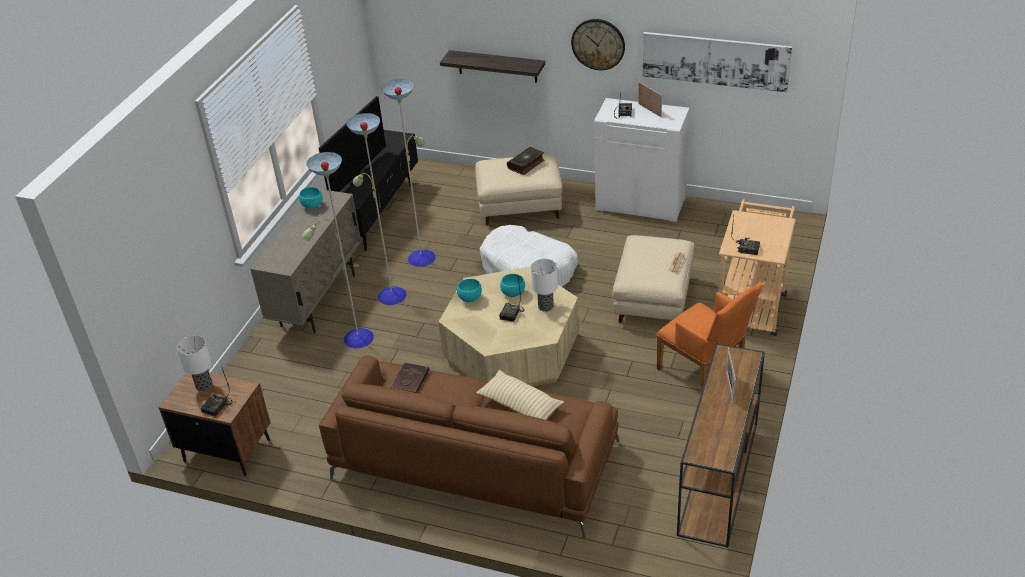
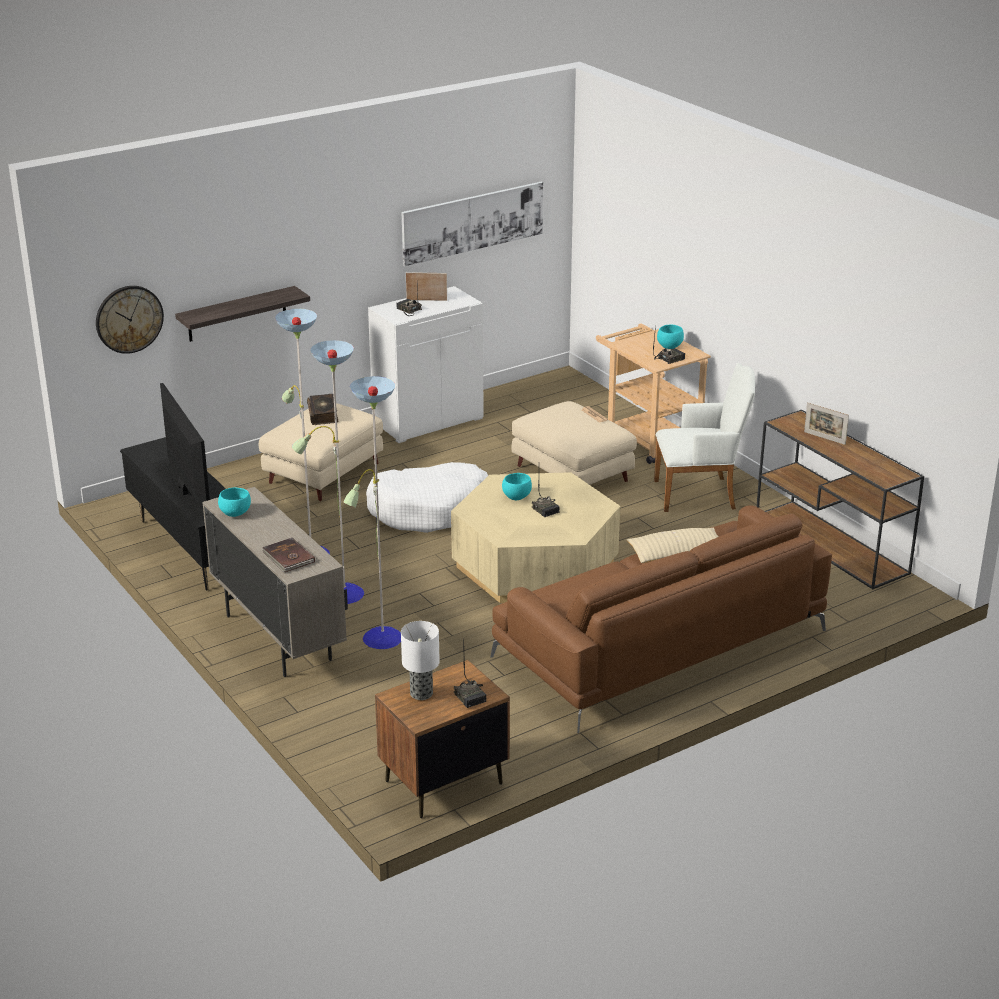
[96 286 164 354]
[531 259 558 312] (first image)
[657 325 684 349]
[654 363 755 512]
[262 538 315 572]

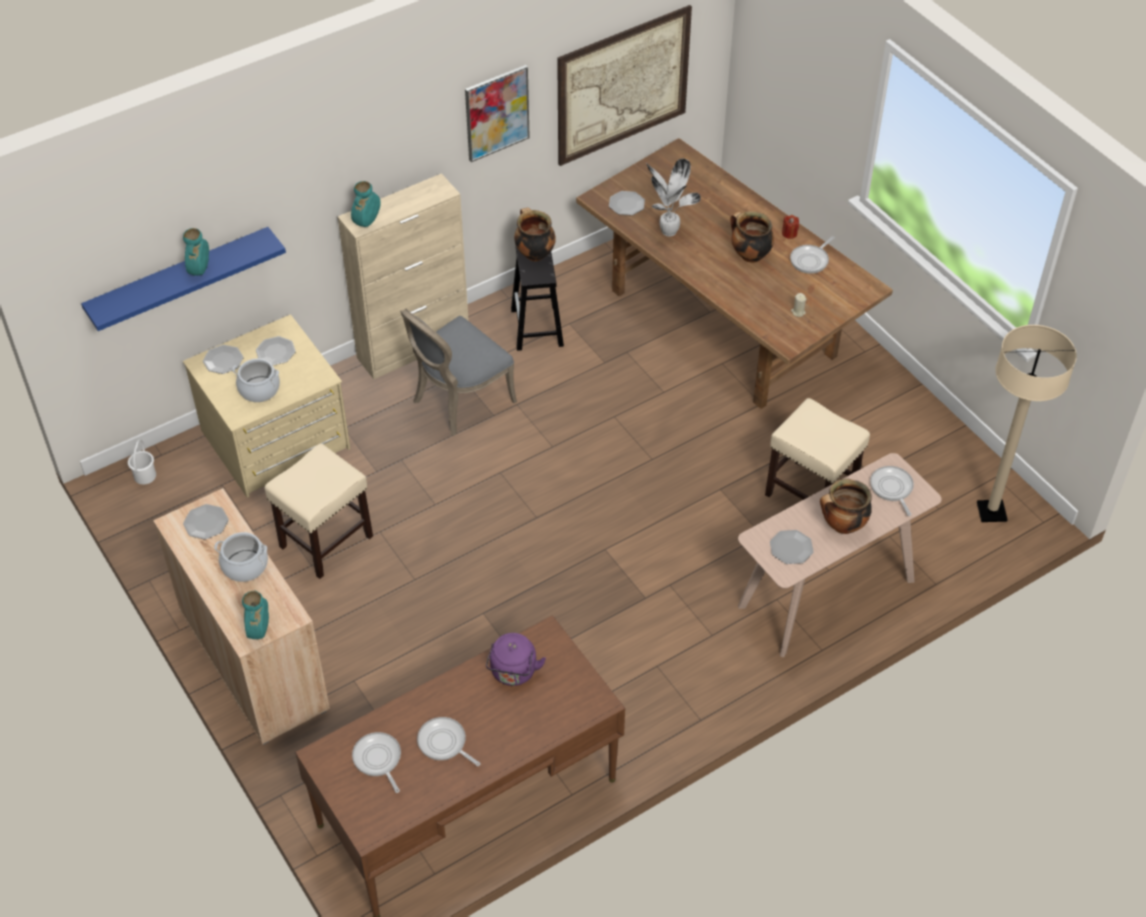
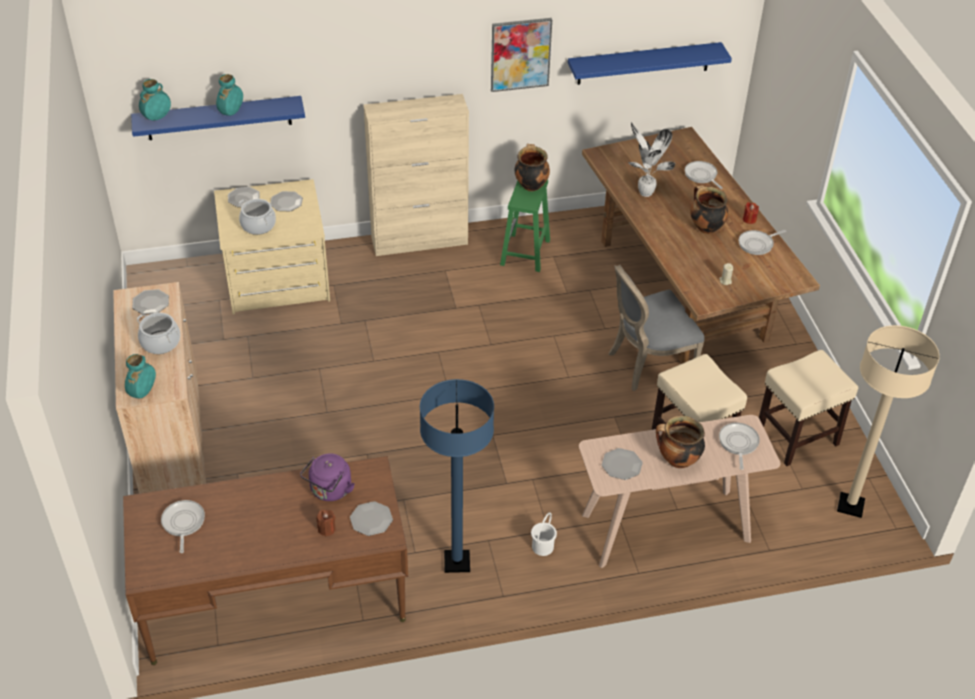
[568 42 732 85]
[139 79 171 121]
[350 501 393 536]
[500 179 550 272]
[609 265 705 391]
[531 512 557 556]
[759 350 858 466]
[685 161 723 189]
[420 379 494 573]
[316 510 335 536]

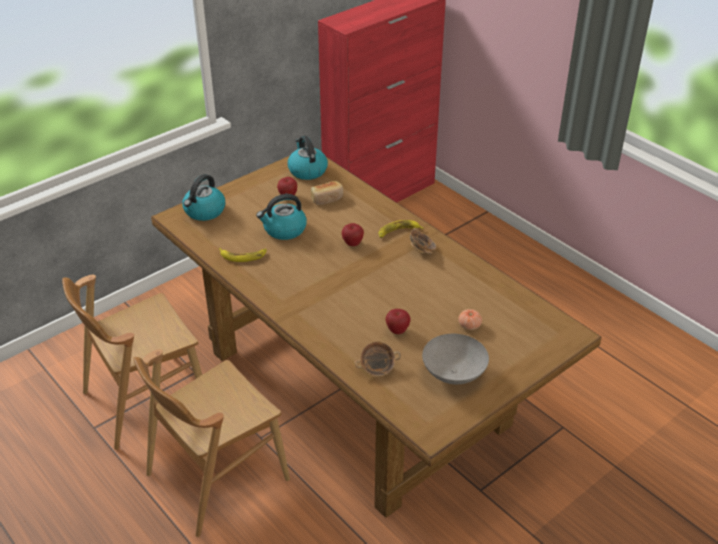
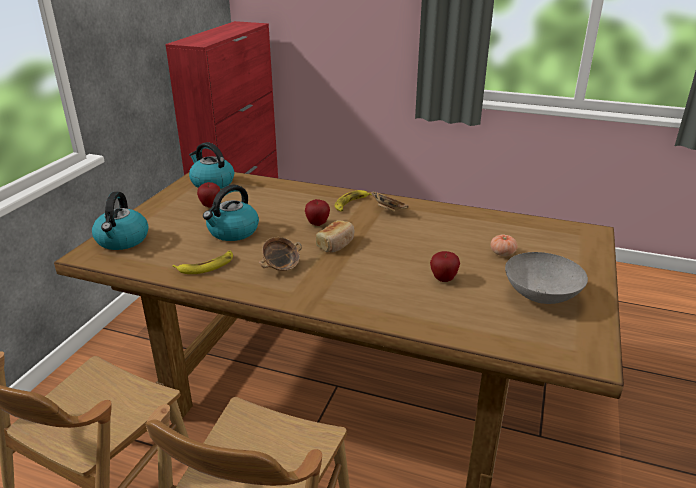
[316 221 354 253]
[259 237 302 271]

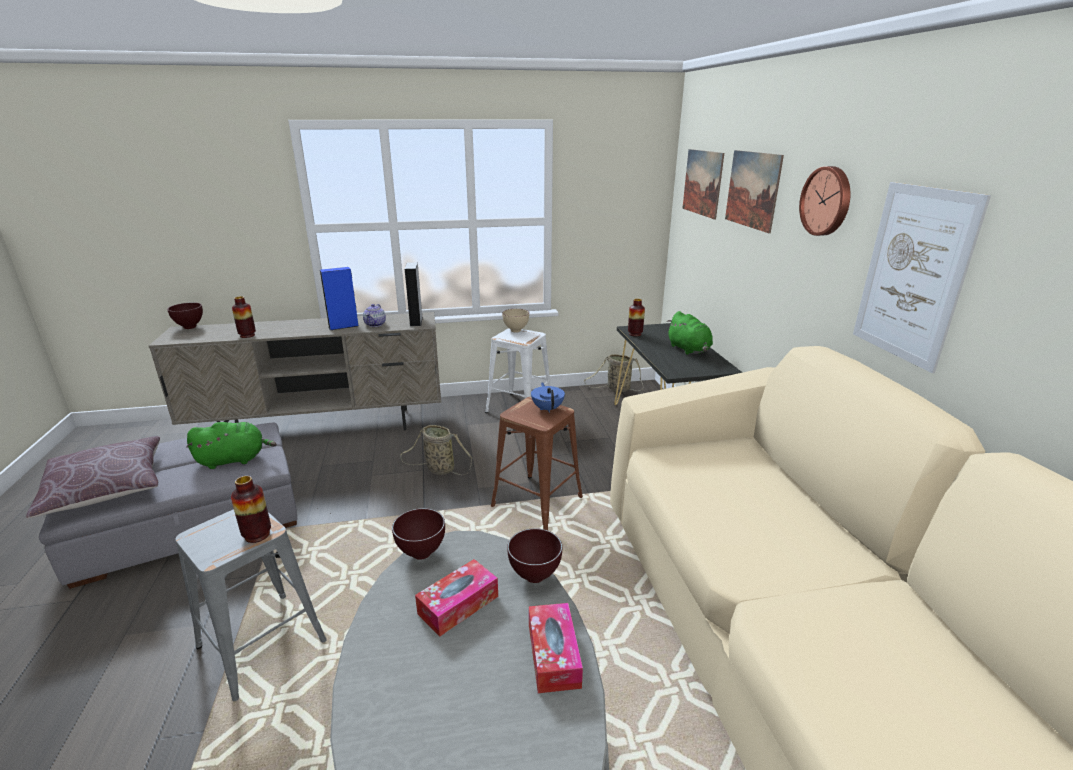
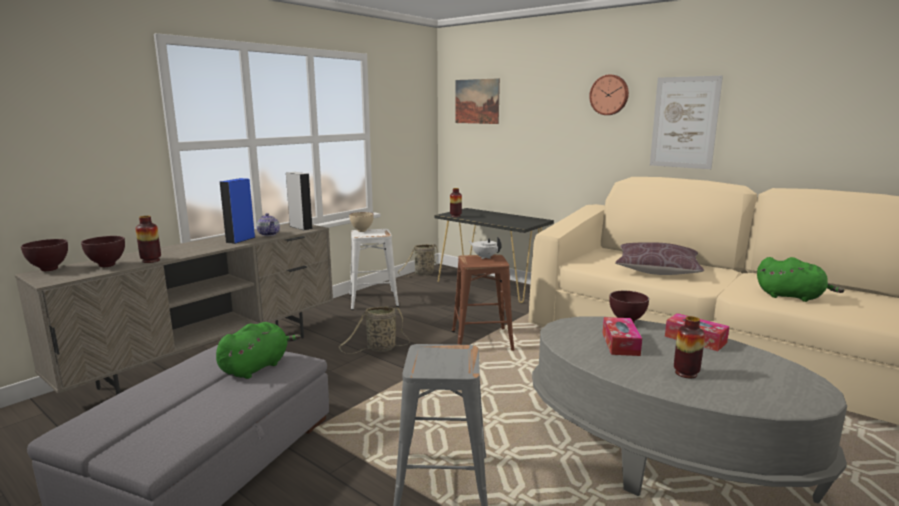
[725 150 784 233] (first image)
[757 257 844 302]
[469 237 502 259]
[615 242 704 275]
[674 316 705 378]
[81 236 125 267]

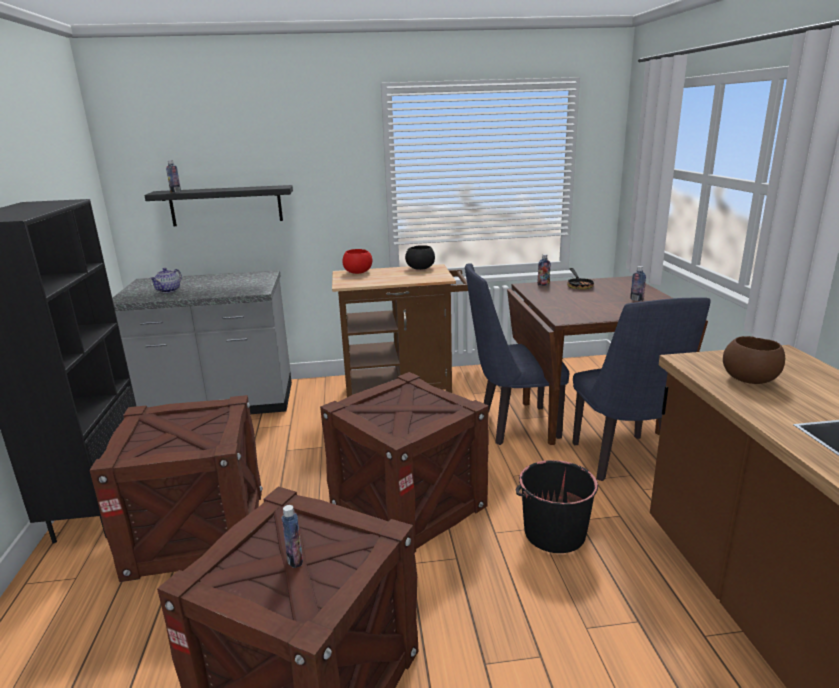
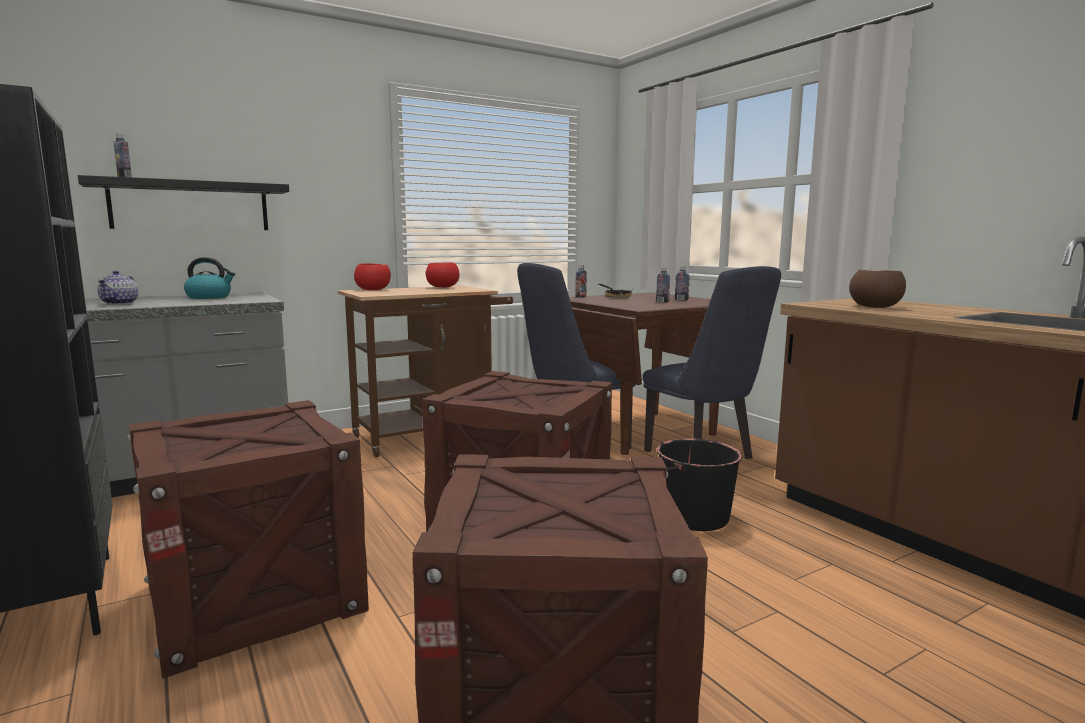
[426 263 460 287]
[656 267 670 303]
[184 257 235 299]

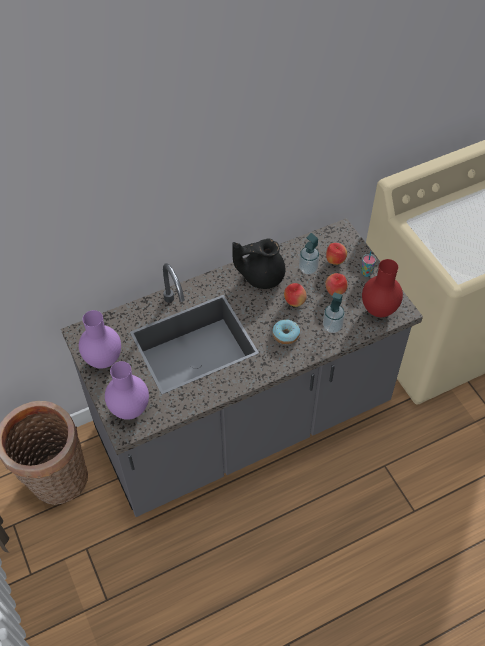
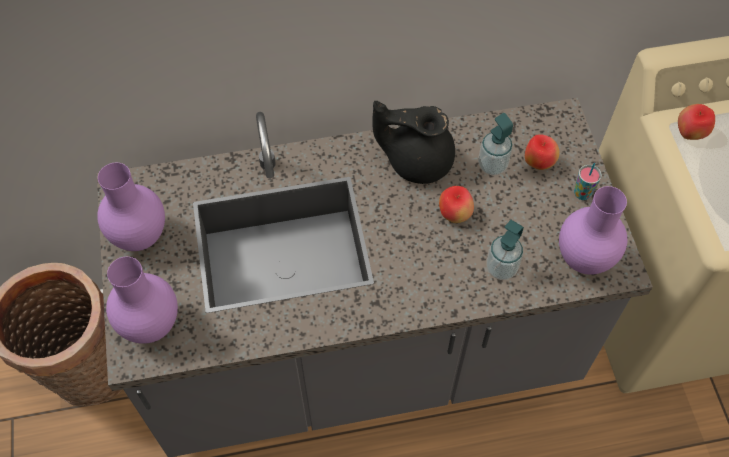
[559 186 627 275]
[678 104 715 140]
[272 319 300 344] (first image)

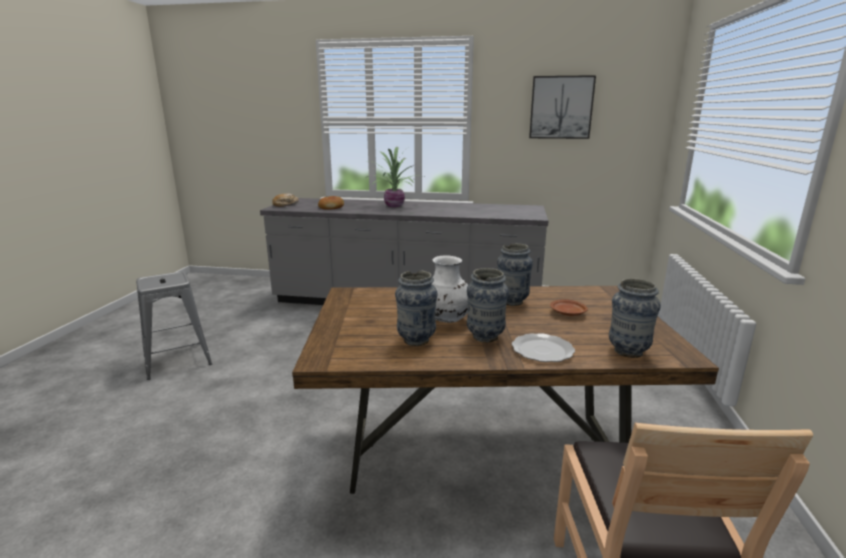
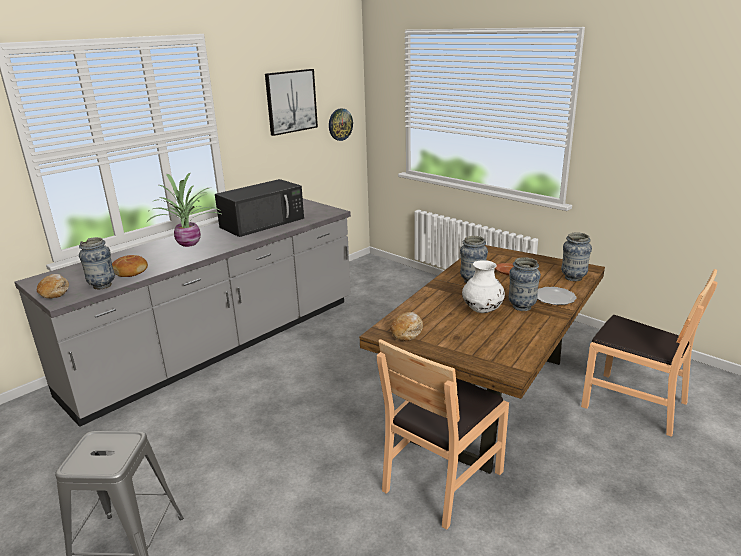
[79 237 115 290]
[329 108 353 141]
[215 179 304 237]
[390 312 423 341]
[377 339 509 530]

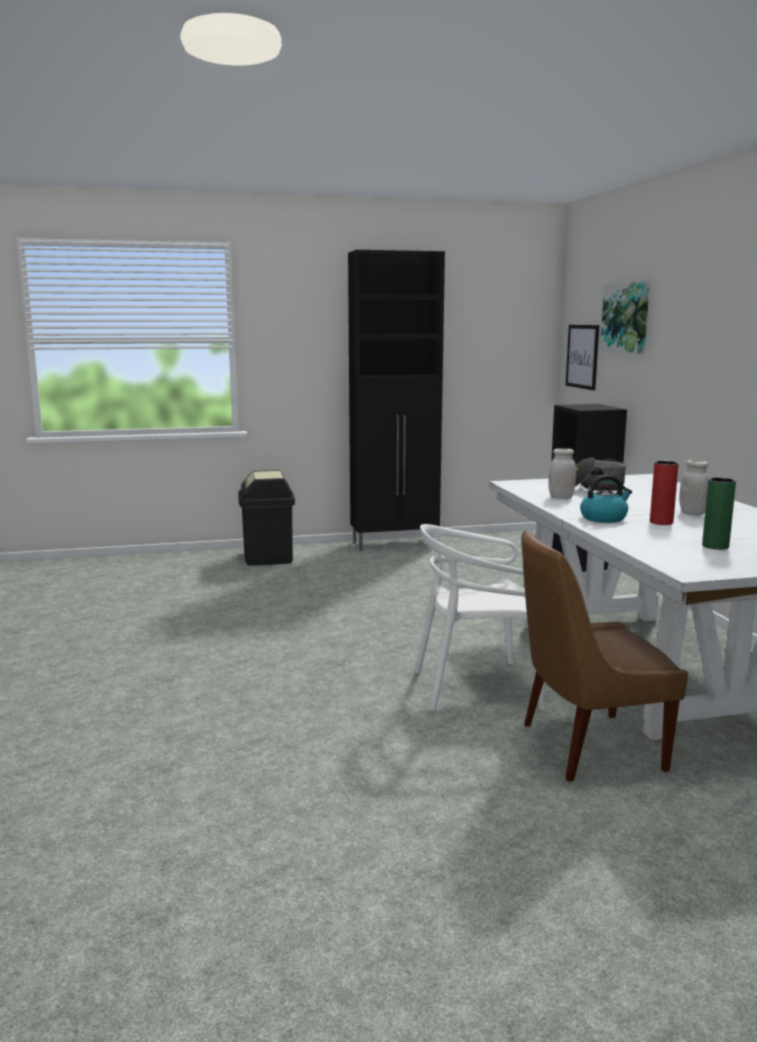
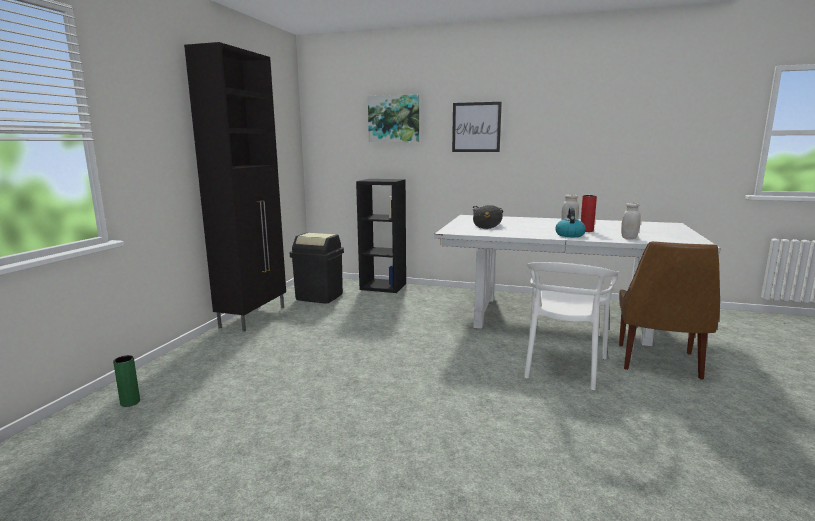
[452 102 502 152]
[621 202 641 239]
[290 233 344 303]
[113 355 140 407]

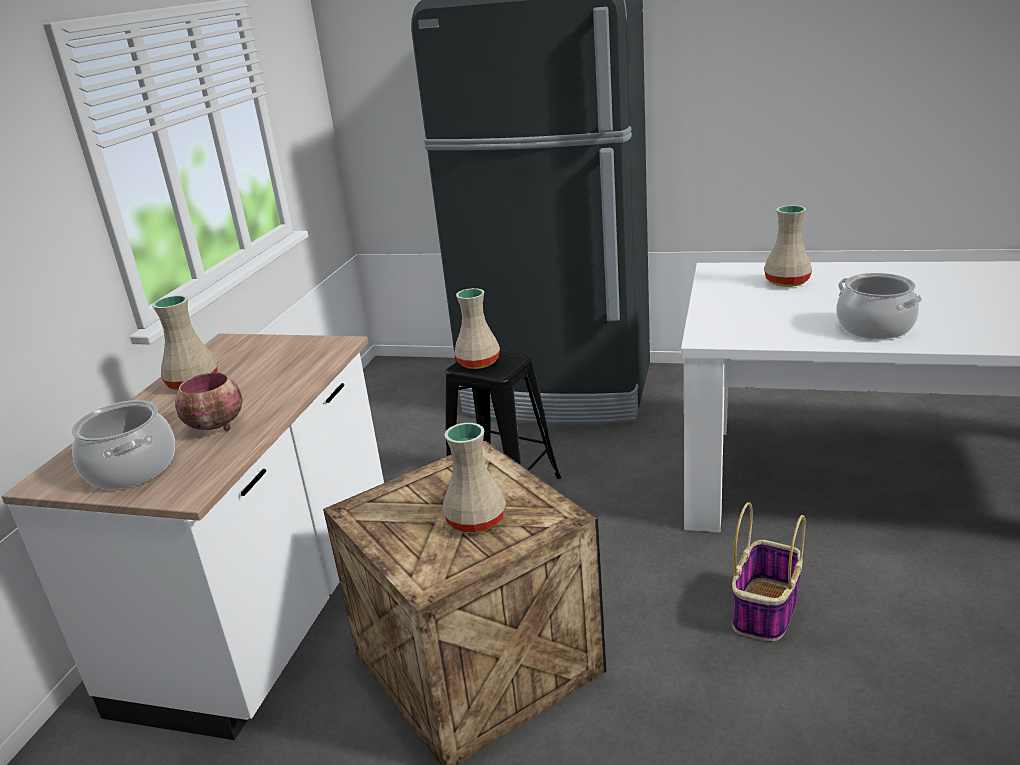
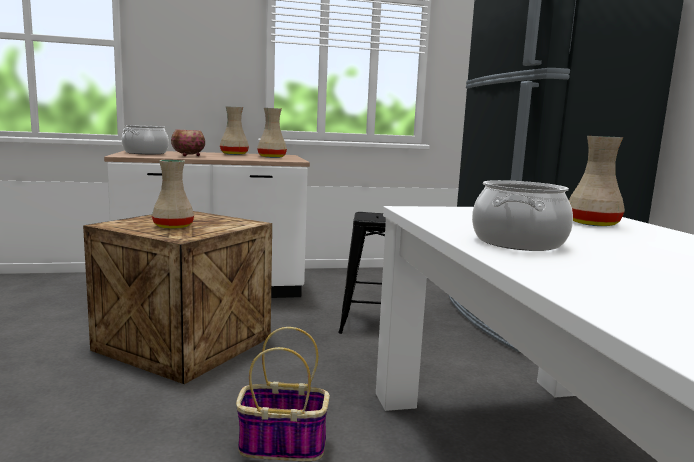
[257 108 287 158]

